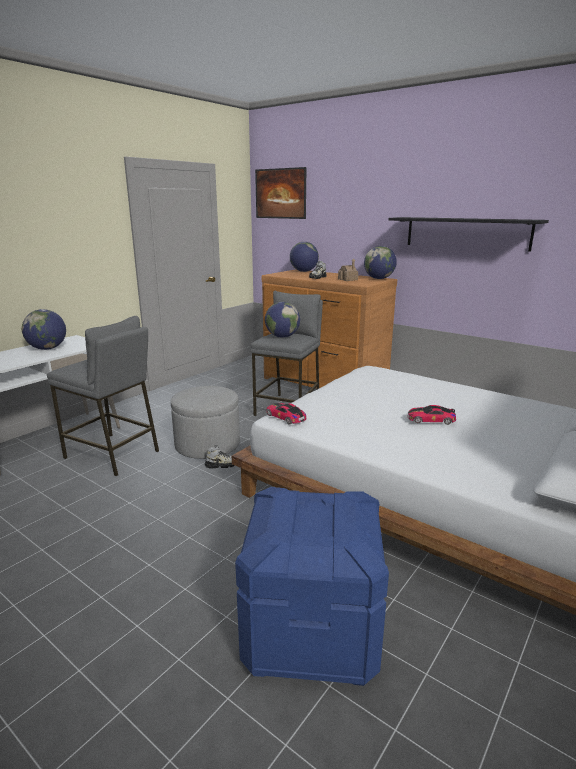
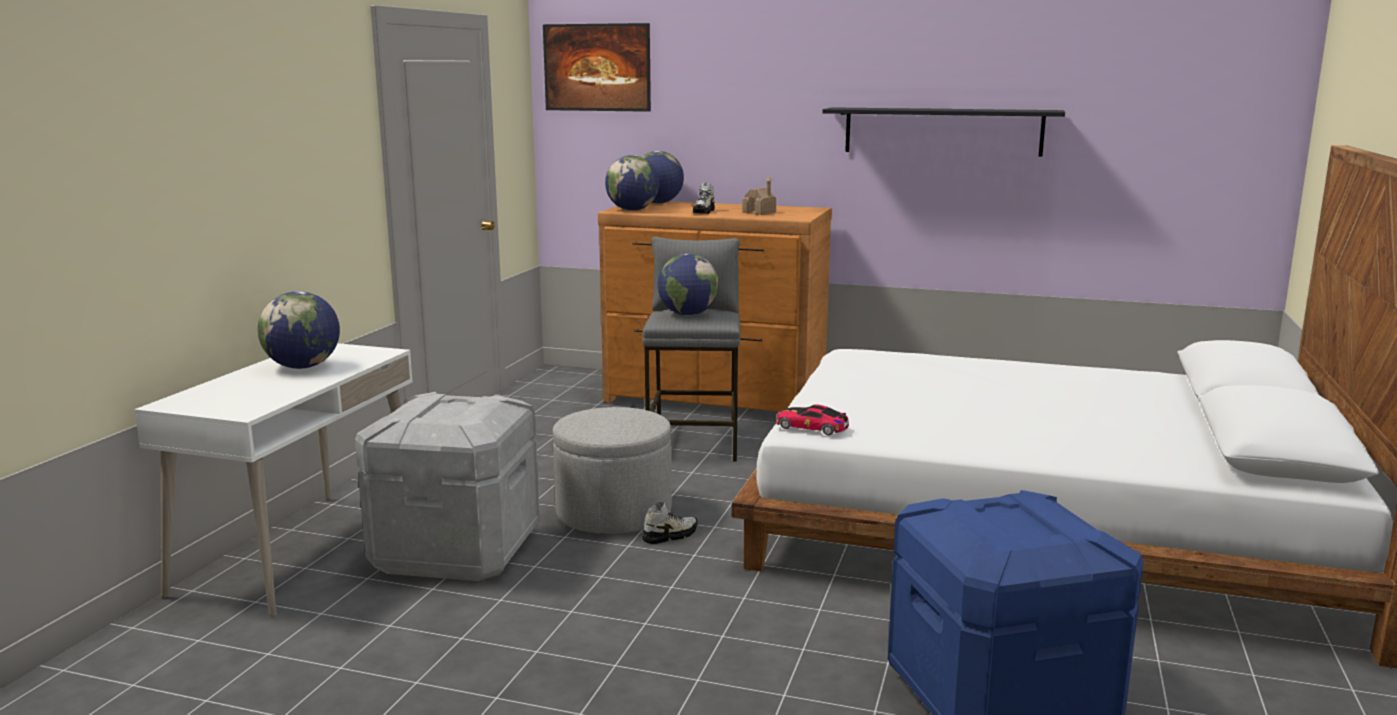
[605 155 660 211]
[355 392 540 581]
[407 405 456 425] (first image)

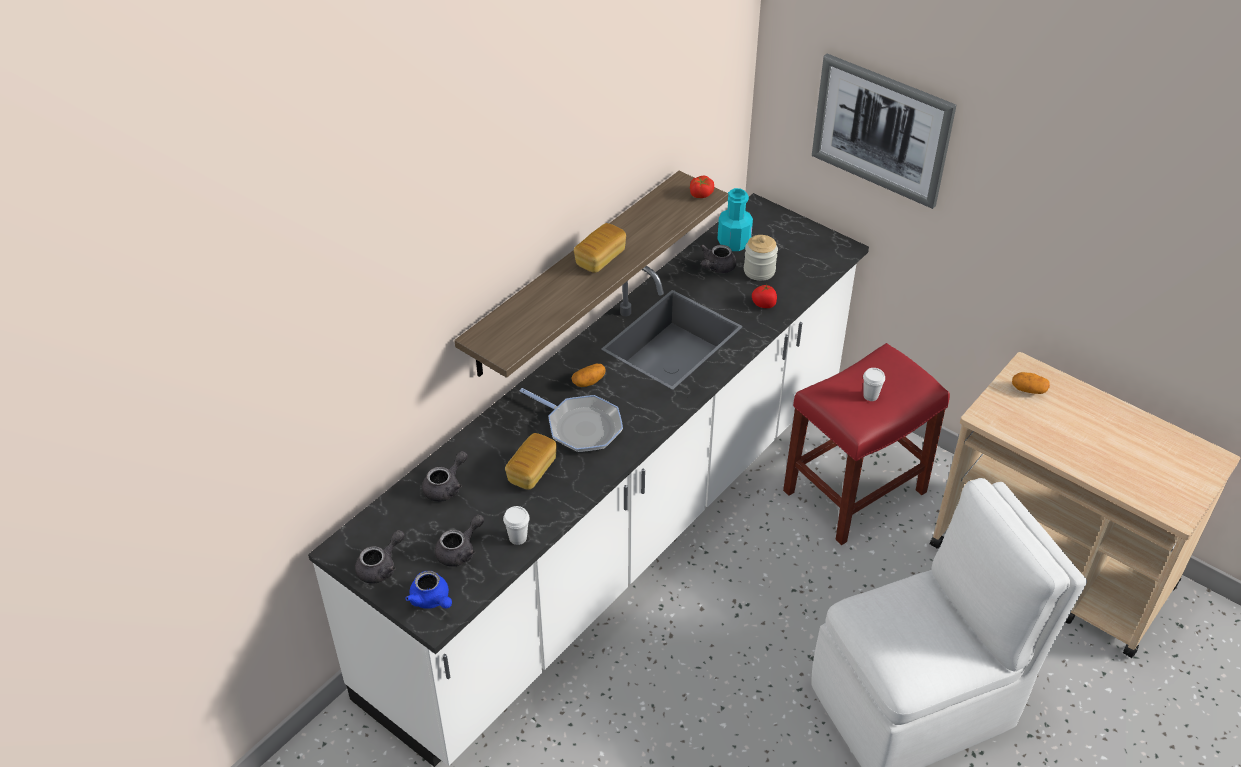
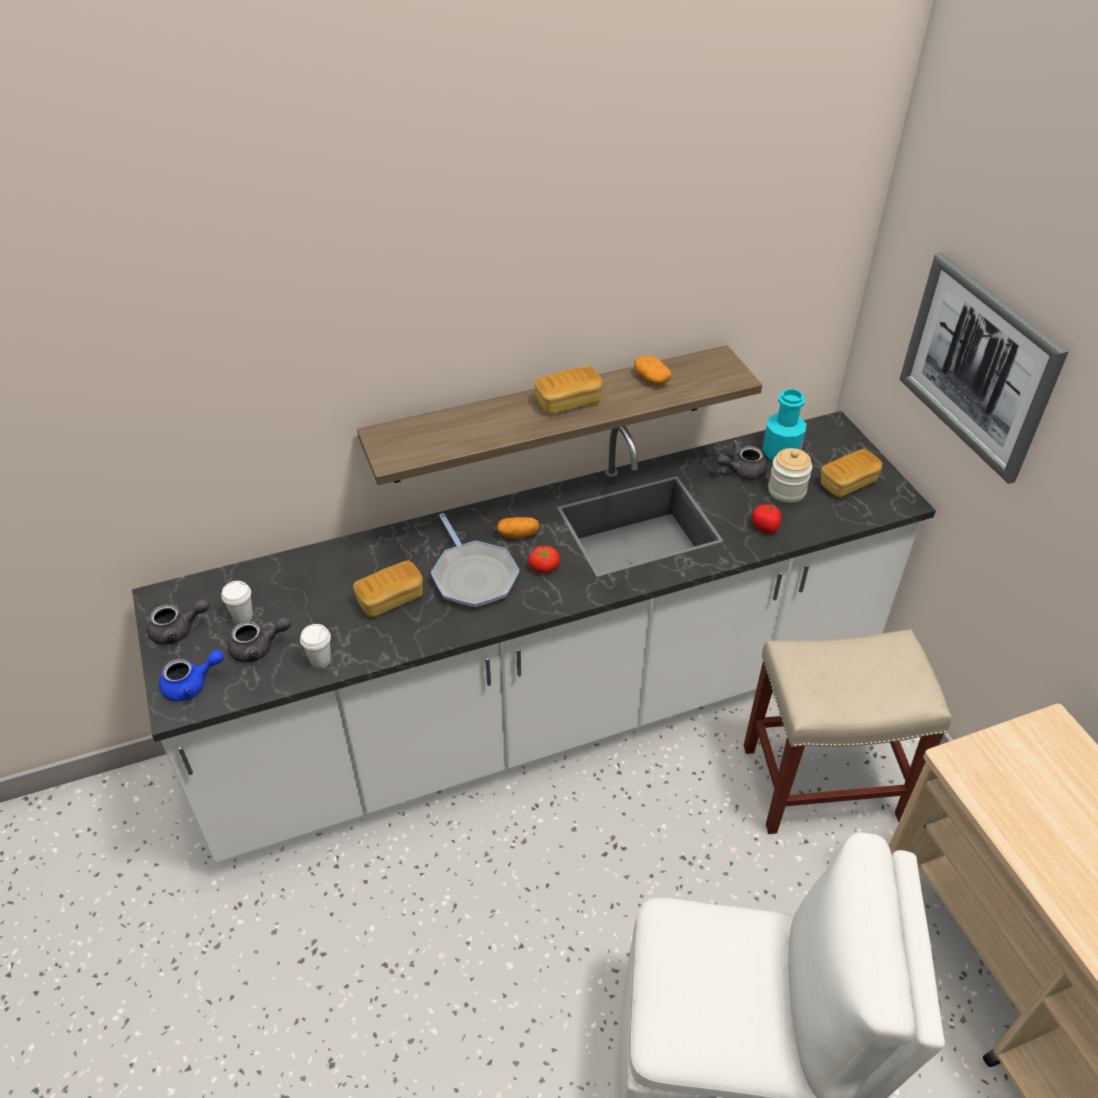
[528 546 560 573]
[744 629 952 834]
[221 581 253 624]
[634 355 672 385]
[422 451 468 502] (first image)
[159 650 224 701]
[821 449 882 497]

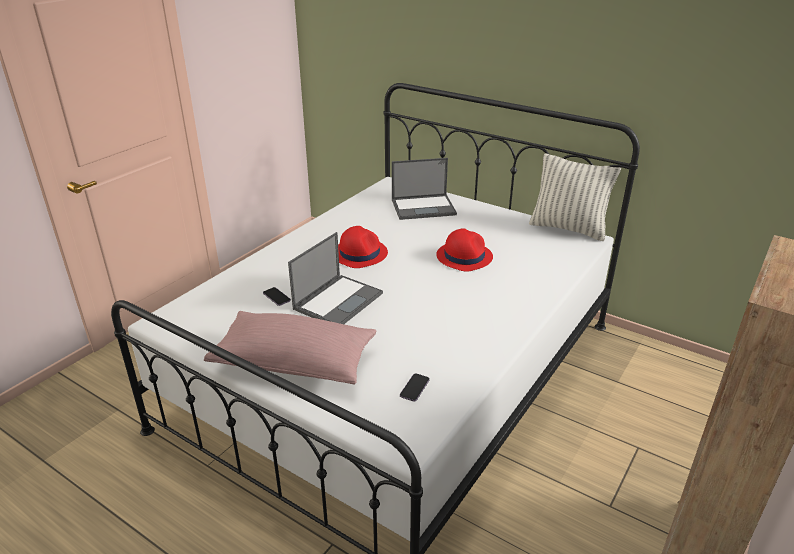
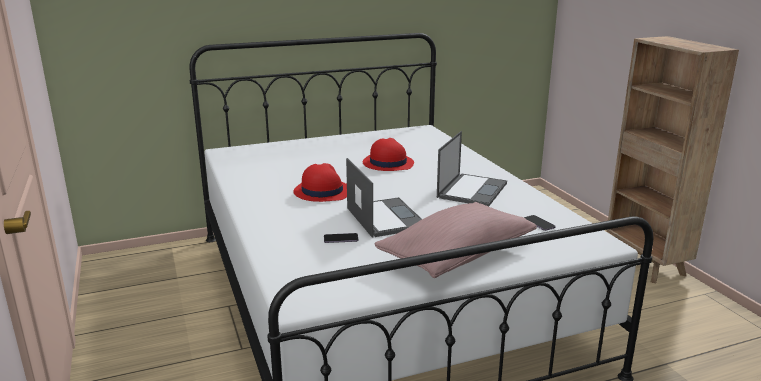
[529 153 621 241] (first image)
[437 131 507 207]

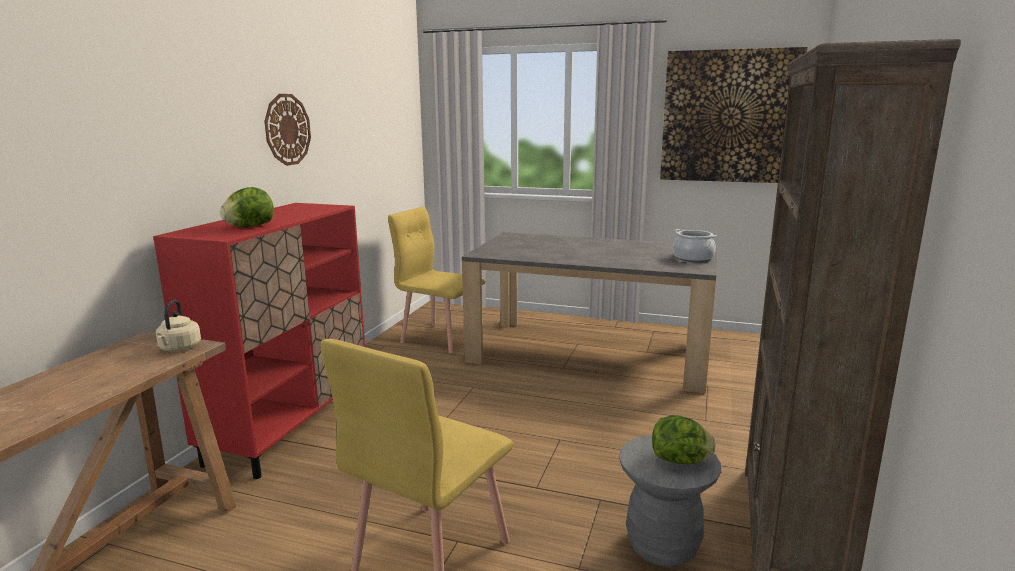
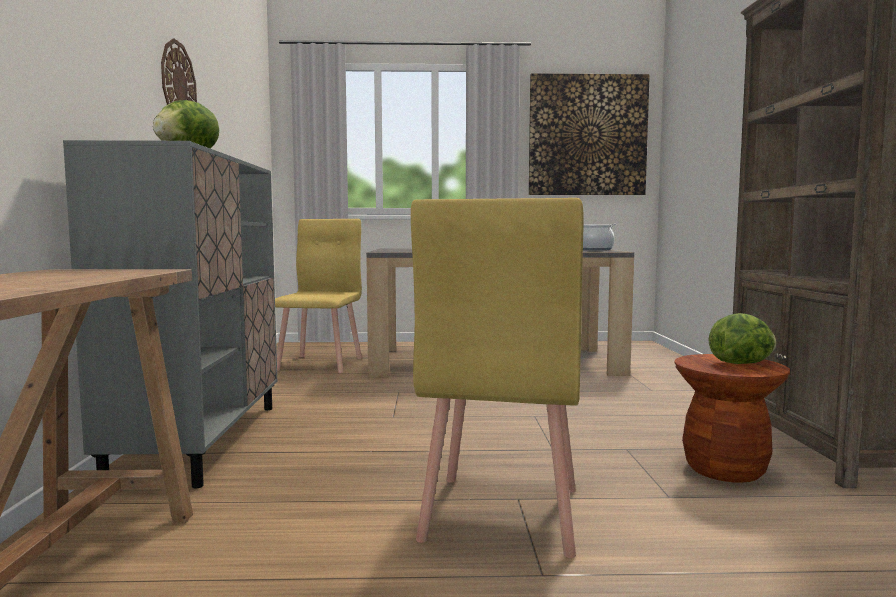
[63 140 277 488]
[275 219 362 373]
[156 300 201 351] (first image)
[674 354 790 483]

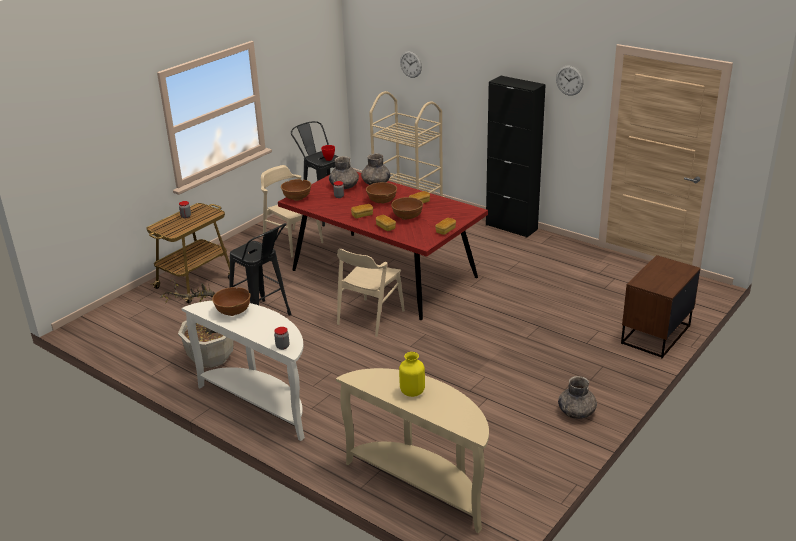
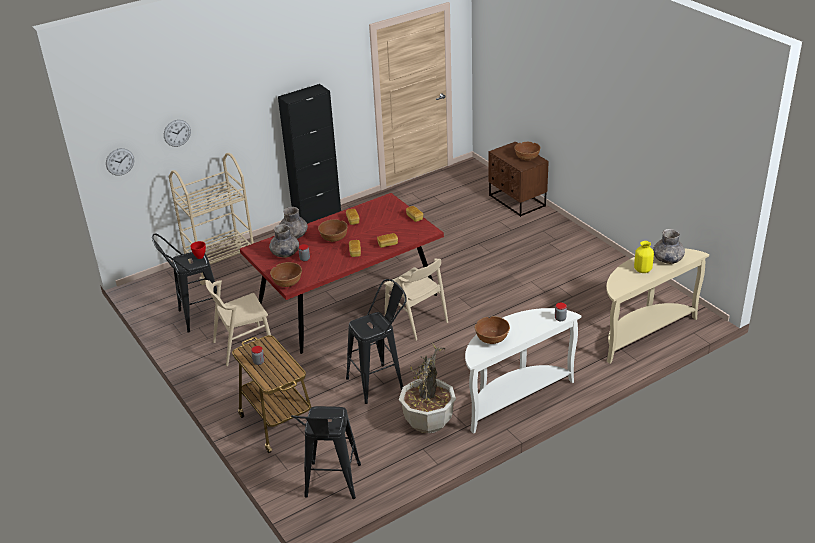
[106 148 134 176]
[514 142 541 161]
[653 229 685 264]
[291 406 361 499]

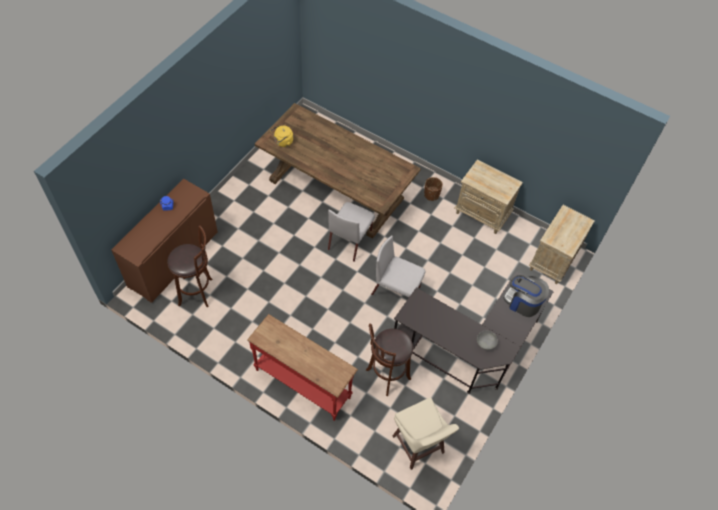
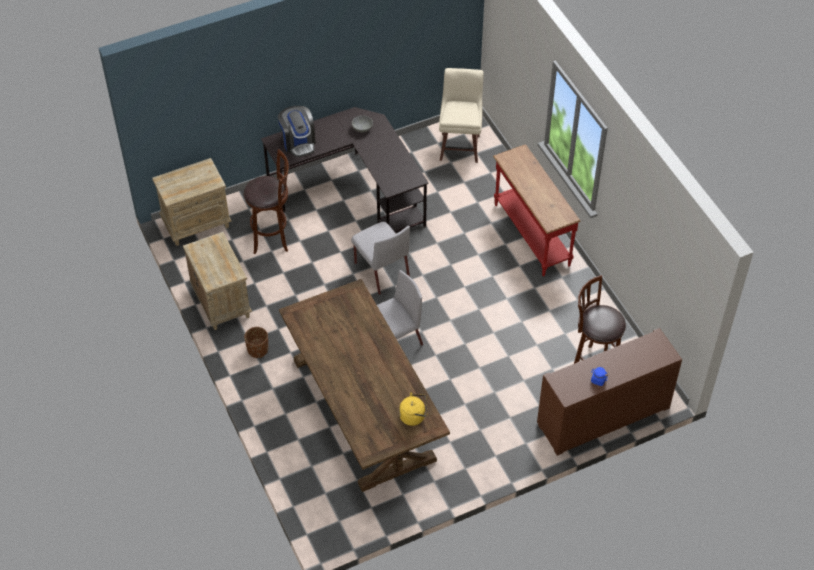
[244 149 289 254]

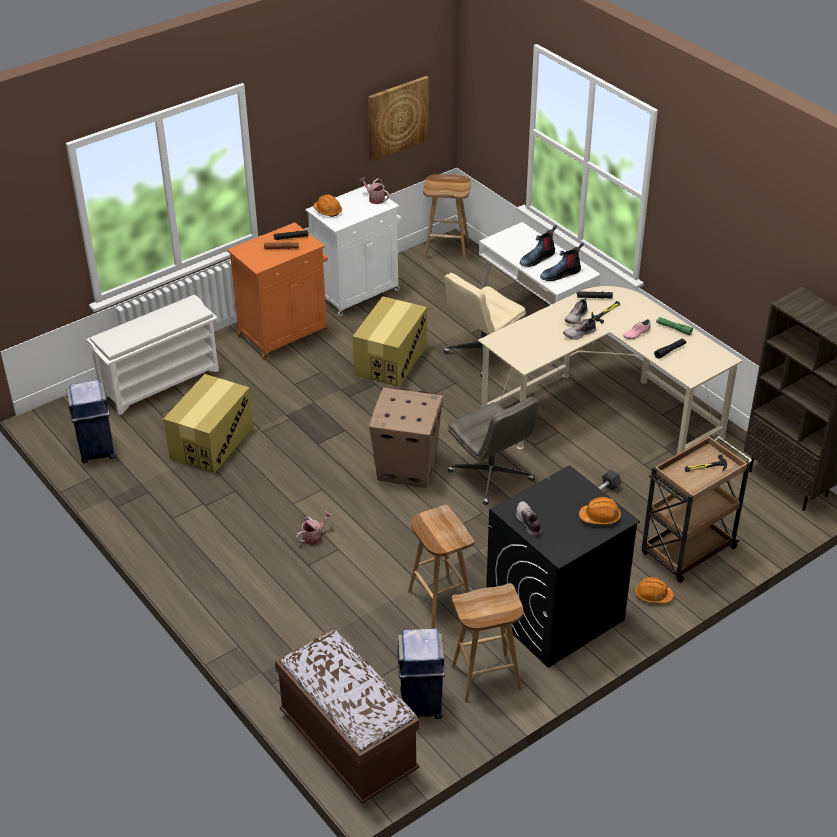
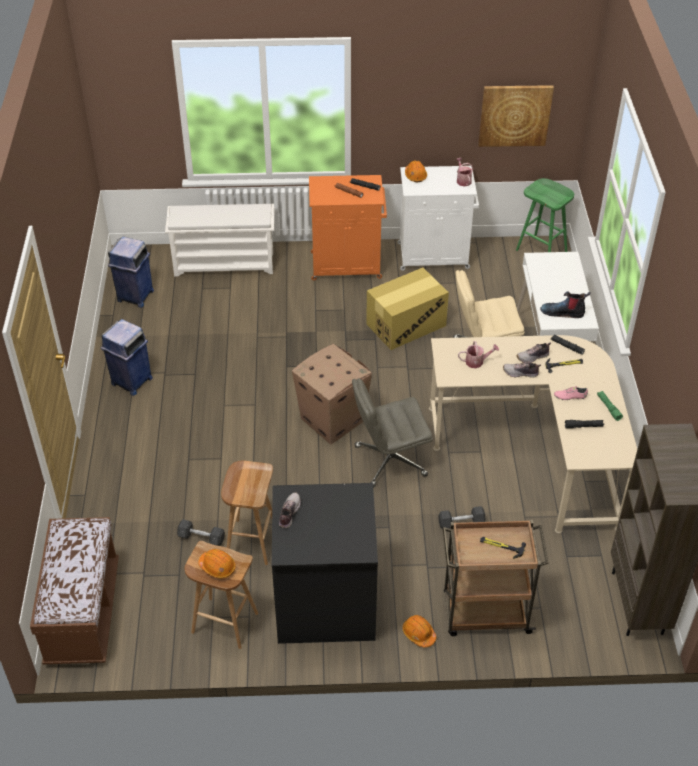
[516 178 574 252]
[520 225 557 267] (first image)
[163 374 253 473] (first image)
[352 378 433 488]
[198 549 236 578]
[458 341 499 368]
[101 319 153 396]
[177 519 225 546]

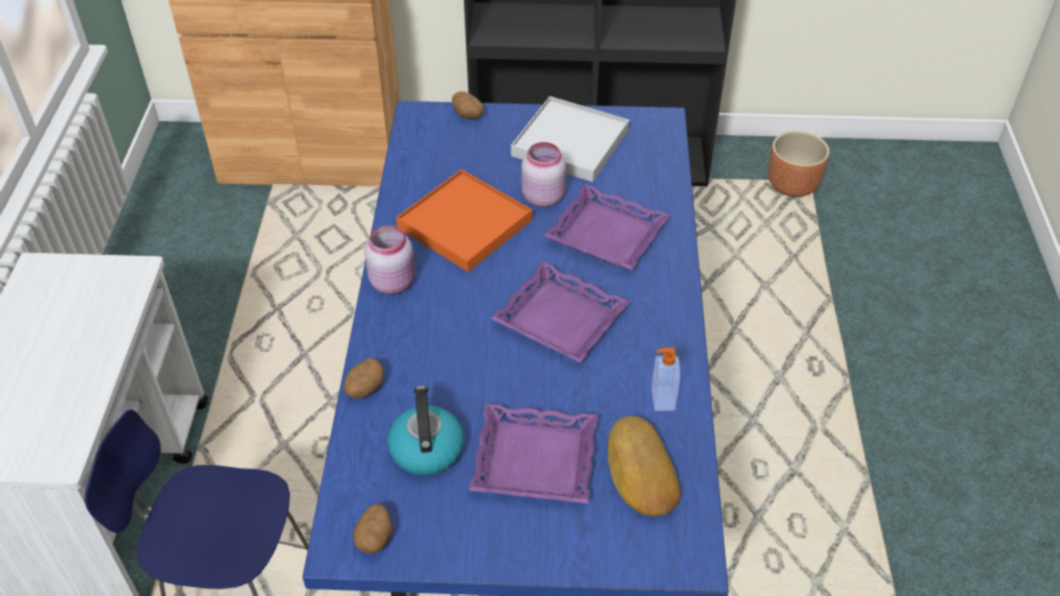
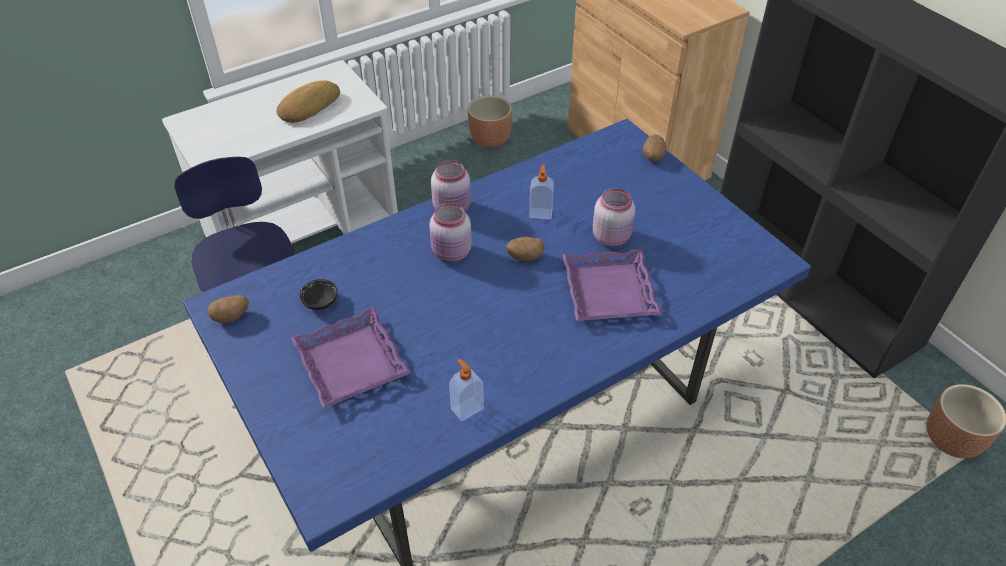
[511 96 629 182] (first image)
[529 164 554 219]
[490 261 630 363] (first image)
[506 237 545 261]
[299 279 338 310]
[276 80 340 123]
[468 96 512 148]
[429 203 472 262]

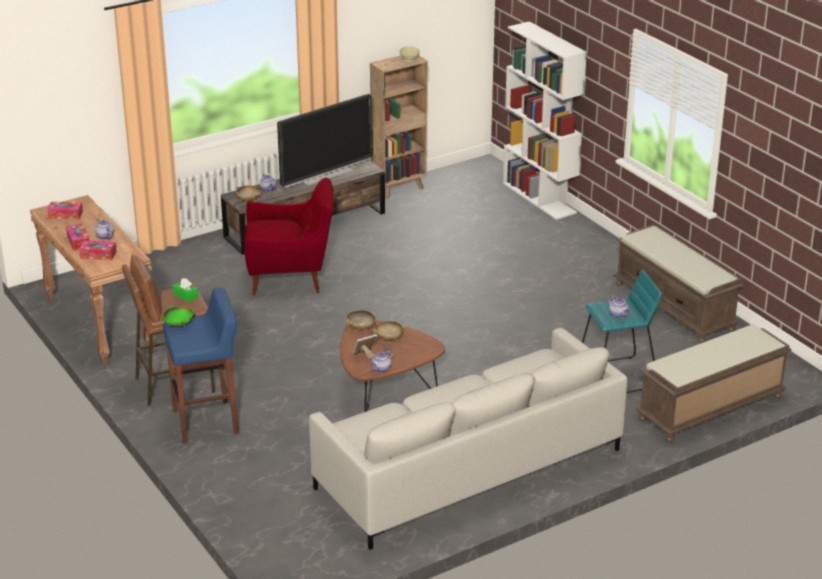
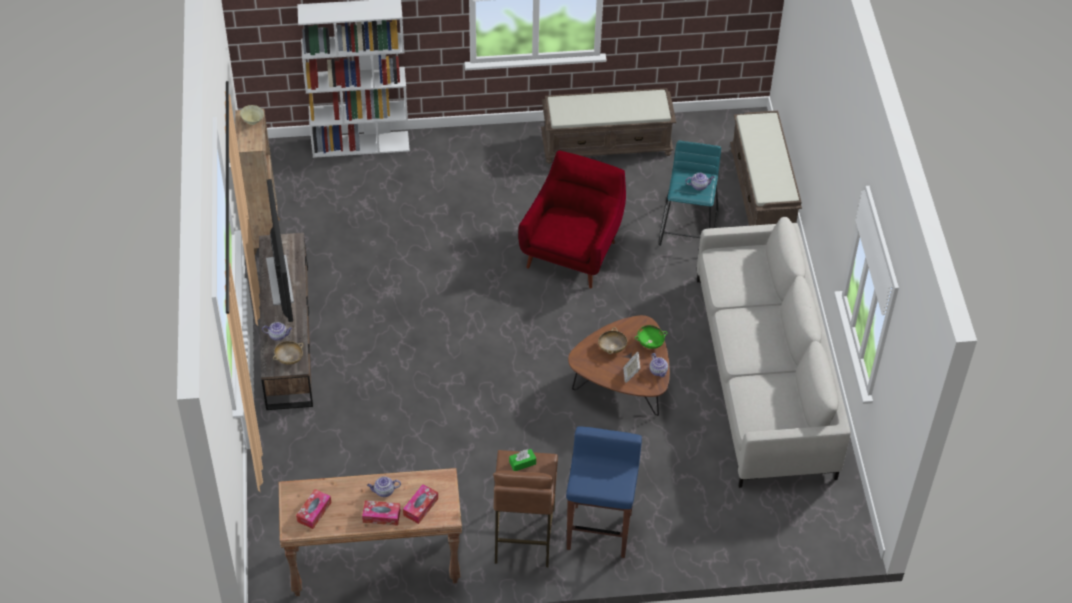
[518 151 626 289]
[635 325 667 349]
[346 310 377 329] (first image)

